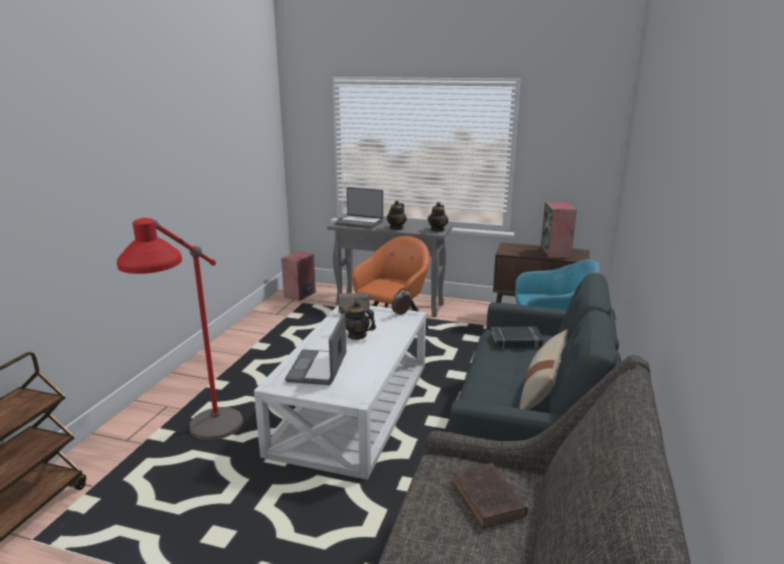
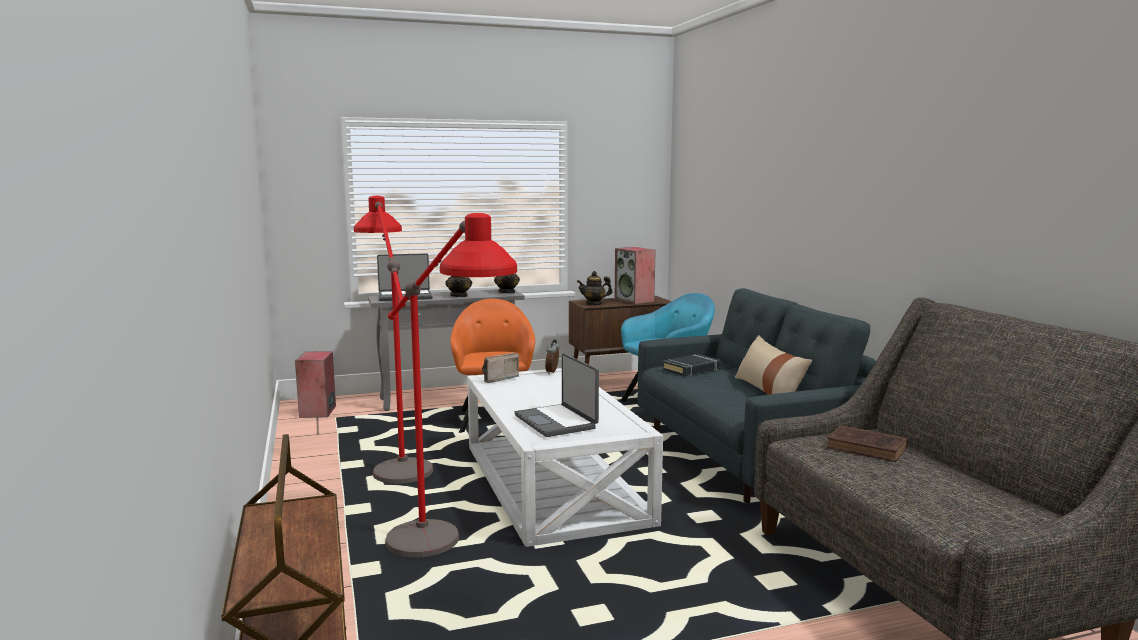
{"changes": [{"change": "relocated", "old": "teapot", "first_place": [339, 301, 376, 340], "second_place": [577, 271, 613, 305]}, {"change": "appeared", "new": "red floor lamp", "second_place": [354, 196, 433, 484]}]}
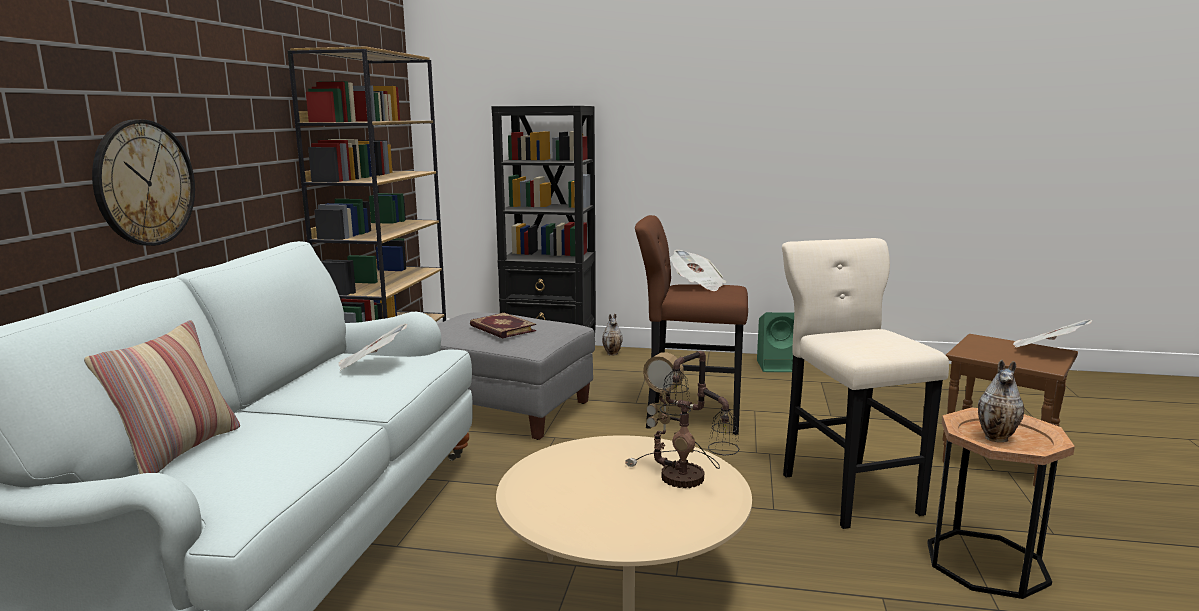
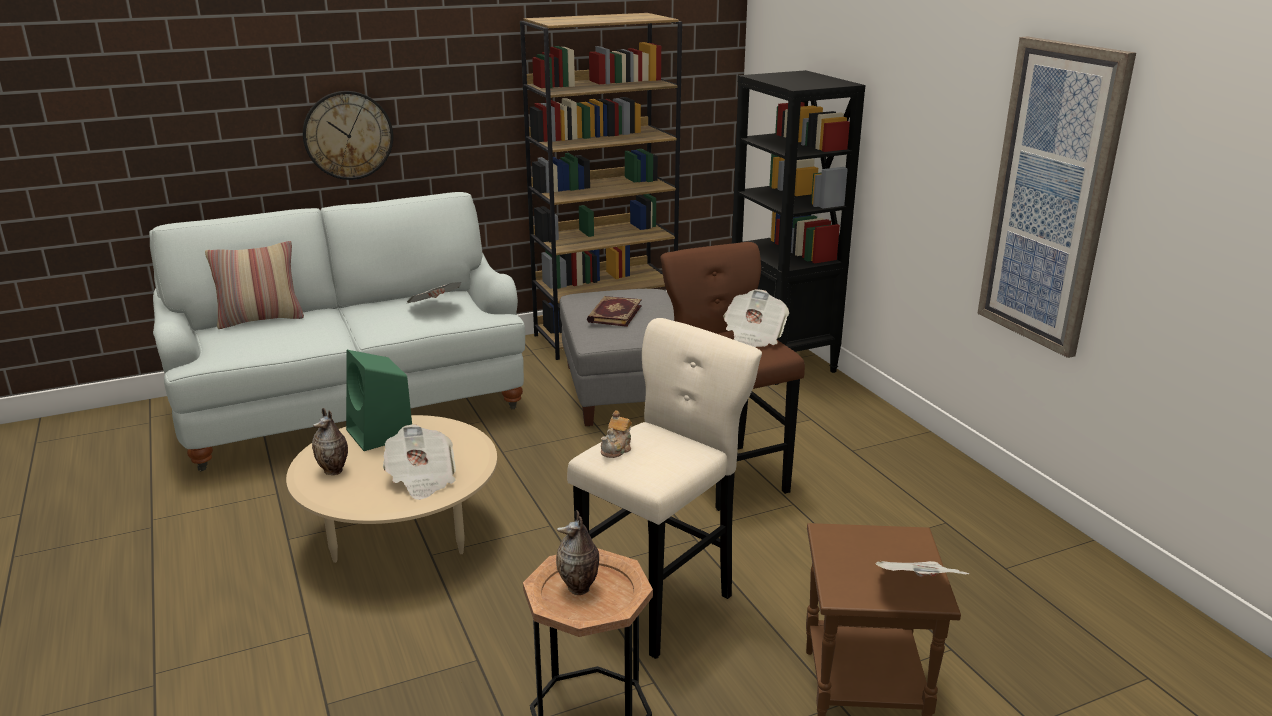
{"changes": [{"change": "relocated", "old": "green speaker", "first_place": [757, 312, 794, 372], "second_place": [346, 350, 412, 451]}, {"change": "relocated", "old": "vase", "first_place": [602, 314, 623, 356], "second_place": [312, 408, 348, 475]}, {"change": "exchanged", "old": "table lamp", "new": "newspaper", "first_place": [625, 351, 740, 488], "second_place": [383, 424, 456, 500]}, {"change": "appeared", "new": "picture", "second_place": [977, 37, 1136, 358]}, {"change": "appeared", "new": "teapot", "second_place": [601, 411, 632, 458]}]}
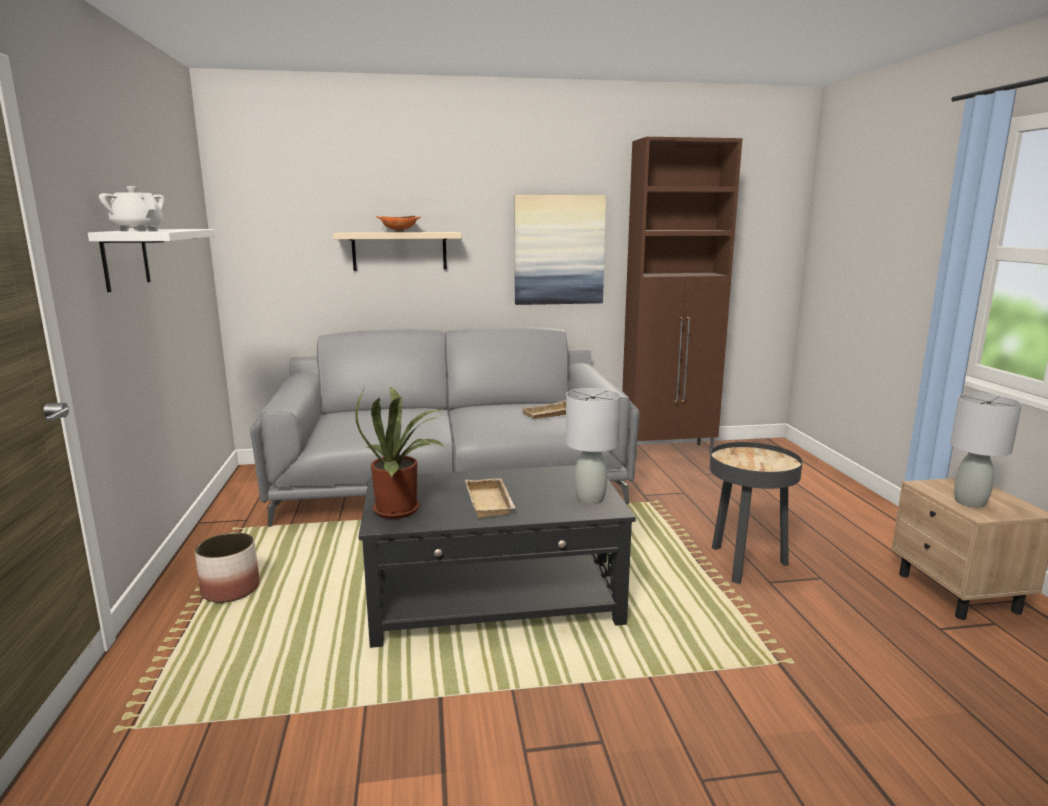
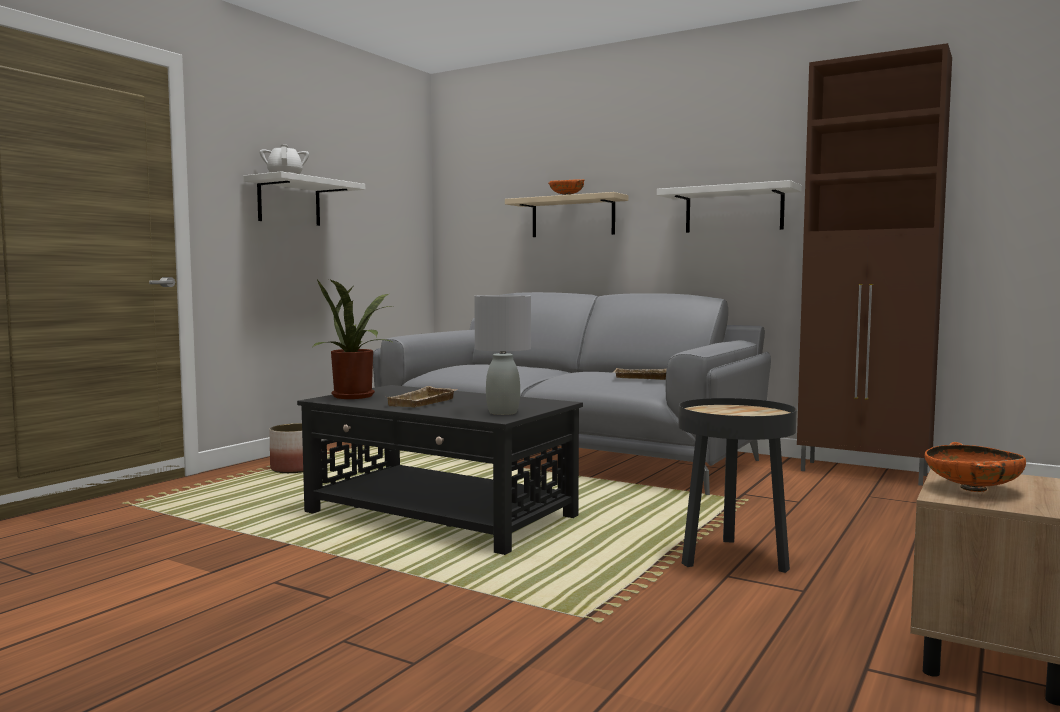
{"changes": [{"change": "exchanged", "old": "picture", "new": "white shelf", "first_place": [514, 195, 606, 305], "second_place": [657, 180, 802, 233]}, {"change": "exchanged", "old": "grey table lamp", "new": "orange bowl", "first_place": [950, 393, 1022, 508], "second_place": [925, 442, 1026, 492]}]}
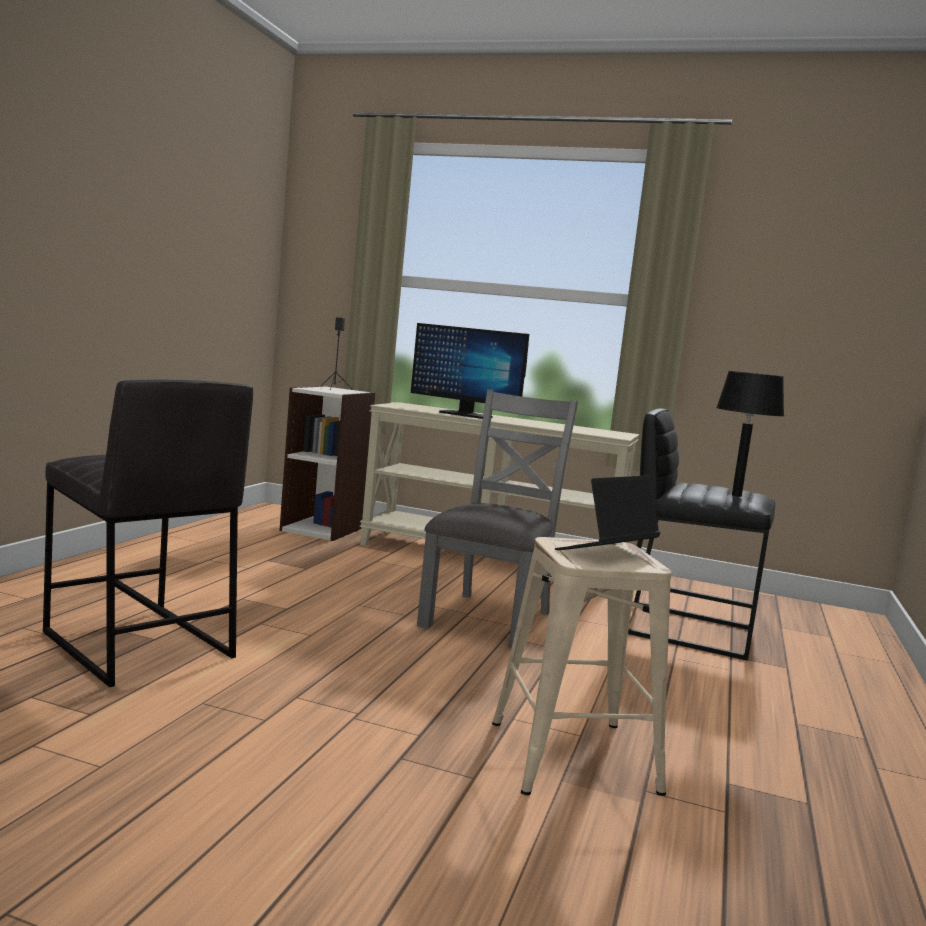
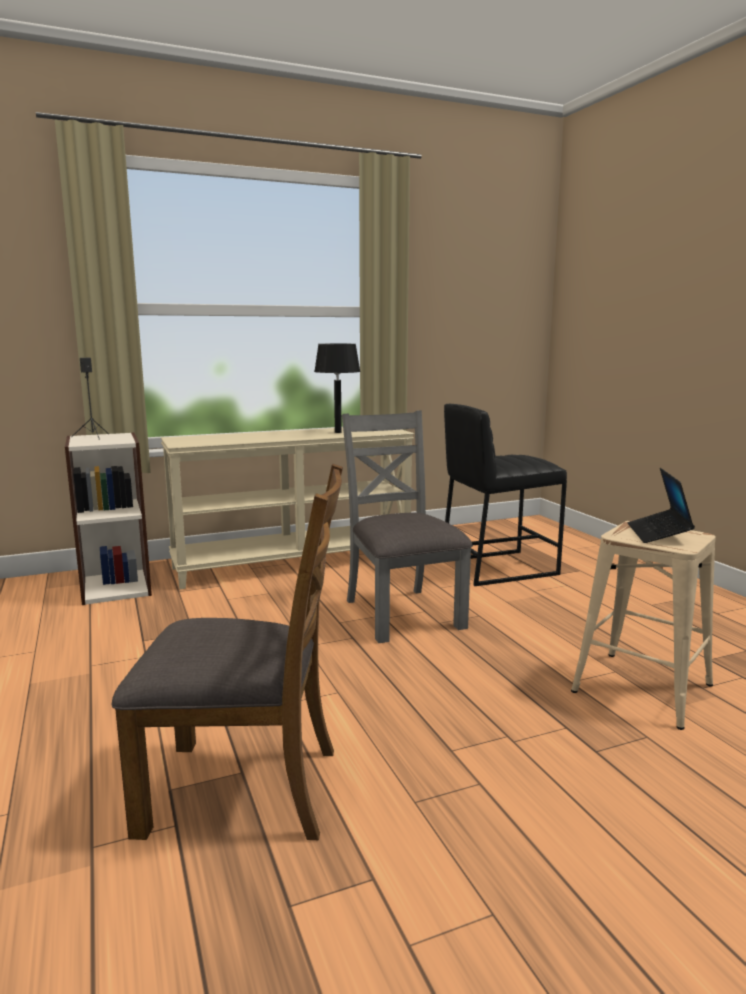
{"changes": [{"change": "missing", "old": "monitor", "first_place": [411, 323, 529, 419]}, {"change": "relocated", "old": "black table lamp", "first_place": [716, 371, 784, 497], "second_place": [314, 344, 361, 433]}, {"change": "exchanged", "old": "grey stool", "new": "brown chair", "first_place": [43, 380, 253, 687], "second_place": [111, 464, 343, 840]}]}
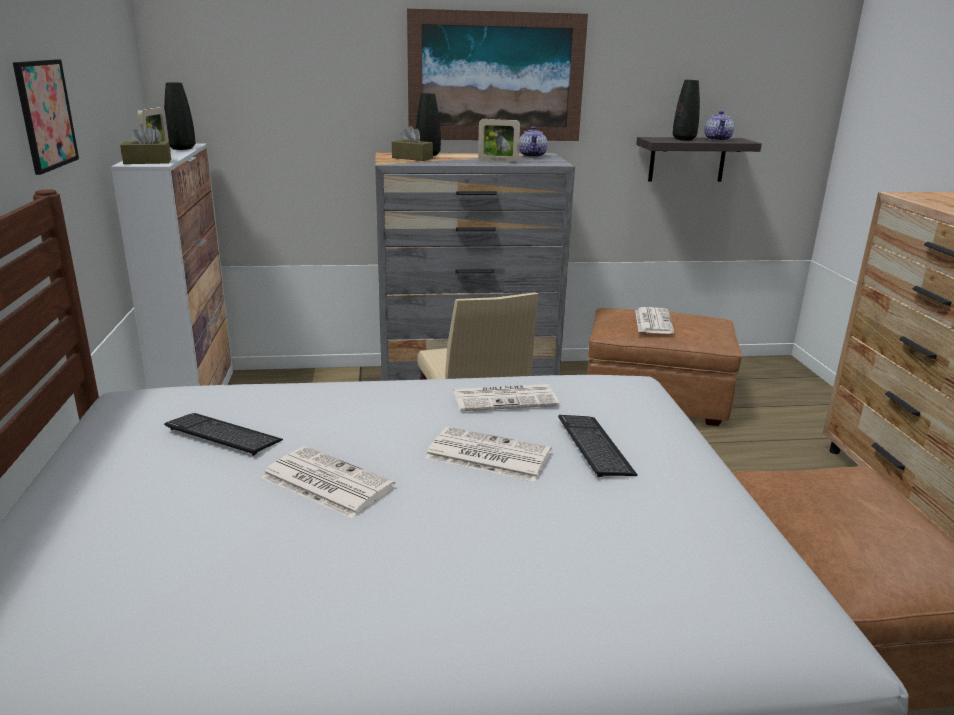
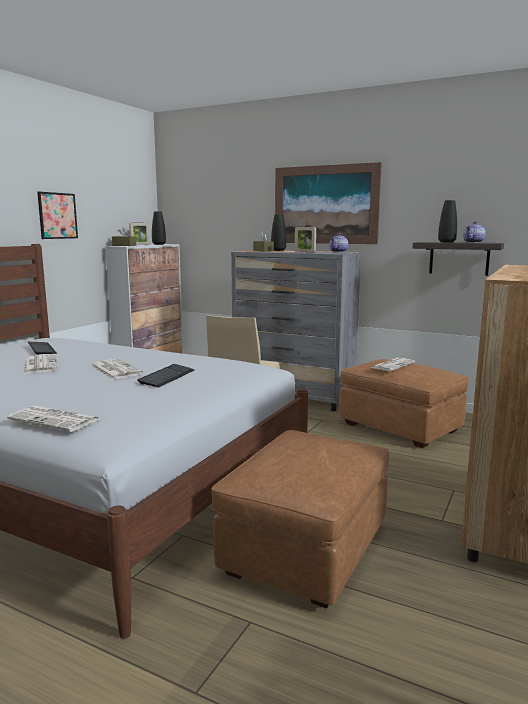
{"changes": [{"change": "relocated", "old": "newspaper", "first_place": [453, 384, 559, 411], "second_place": [7, 406, 100, 432]}]}
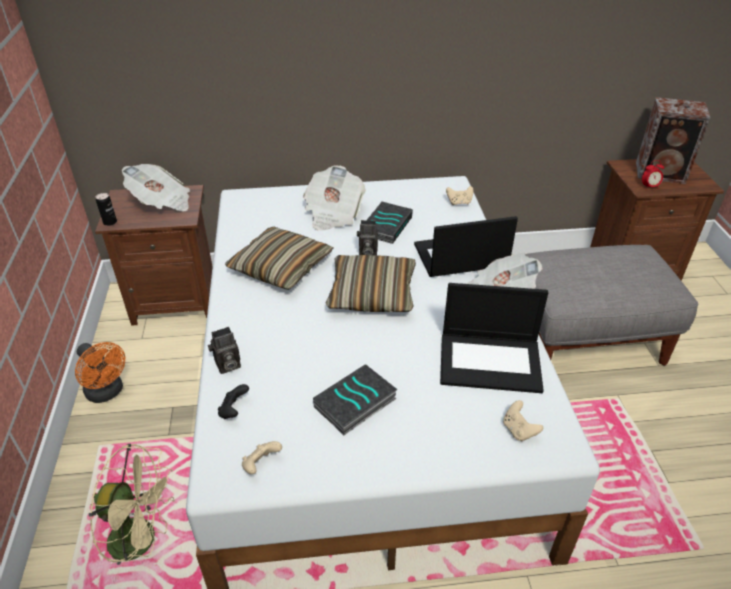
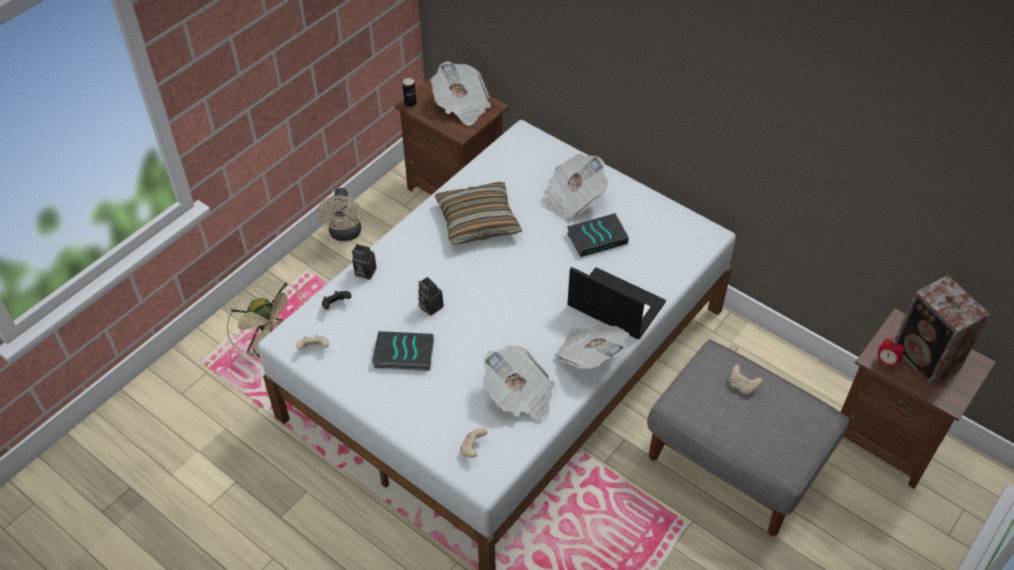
{"changes": [{"change": "relocated", "old": "beige game controller", "first_place": [446, 186, 473, 205], "second_place": [730, 365, 762, 394]}, {"change": "relocated", "old": "photo camera", "first_place": [357, 220, 378, 255], "second_place": [418, 277, 444, 316]}, {"change": "missing", "old": "pillow", "first_place": [325, 255, 416, 312]}, {"change": "exchanged", "old": "laptop", "new": "newspaper", "first_place": [440, 283, 548, 393], "second_place": [483, 345, 555, 421]}, {"change": "colour", "old": "orange fan", "new": "beige fan", "first_place": [75, 342, 125, 403], "second_place": [318, 188, 362, 241]}]}
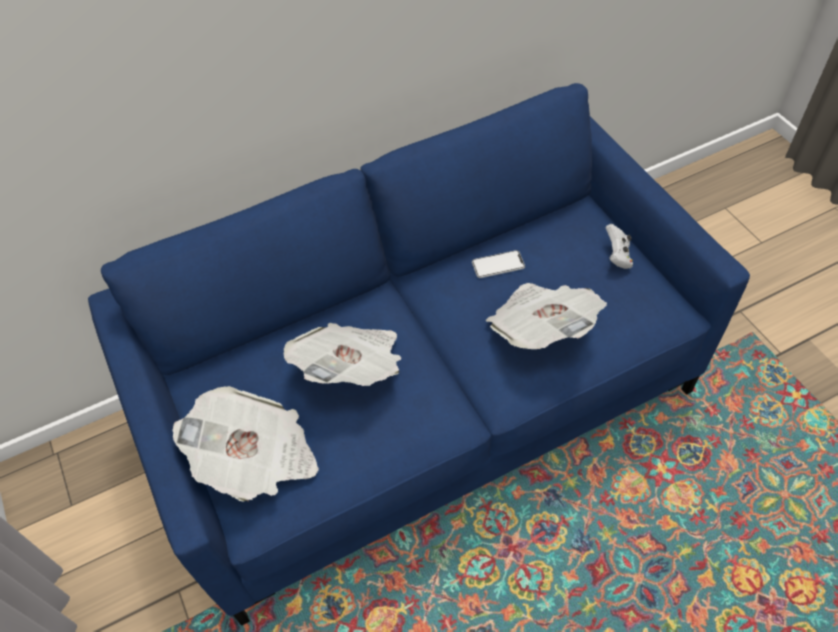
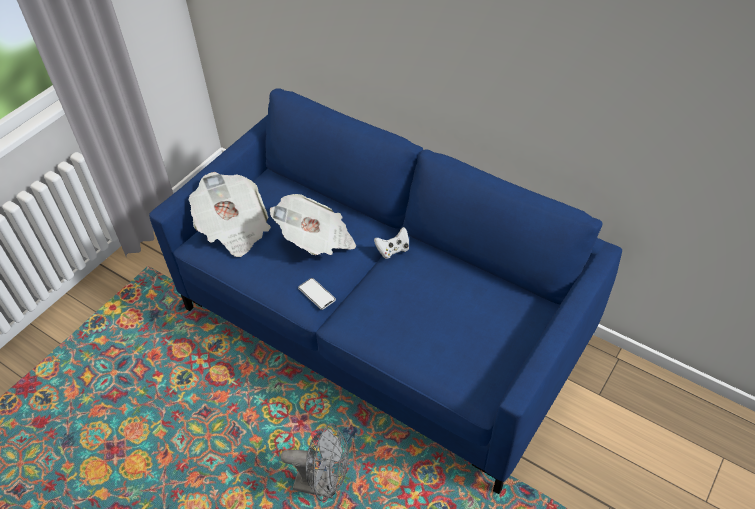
{"changes": [{"change": "relocated", "old": "white game controller", "first_place": [605, 224, 633, 269], "second_place": [374, 227, 409, 259]}, {"change": "relocated", "old": "phone", "first_place": [472, 250, 525, 278], "second_place": [298, 278, 336, 310]}, {"change": "missing", "old": "newspaper", "first_place": [486, 283, 607, 349]}, {"change": "appeared", "new": "grey fan", "second_place": [281, 423, 349, 501]}]}
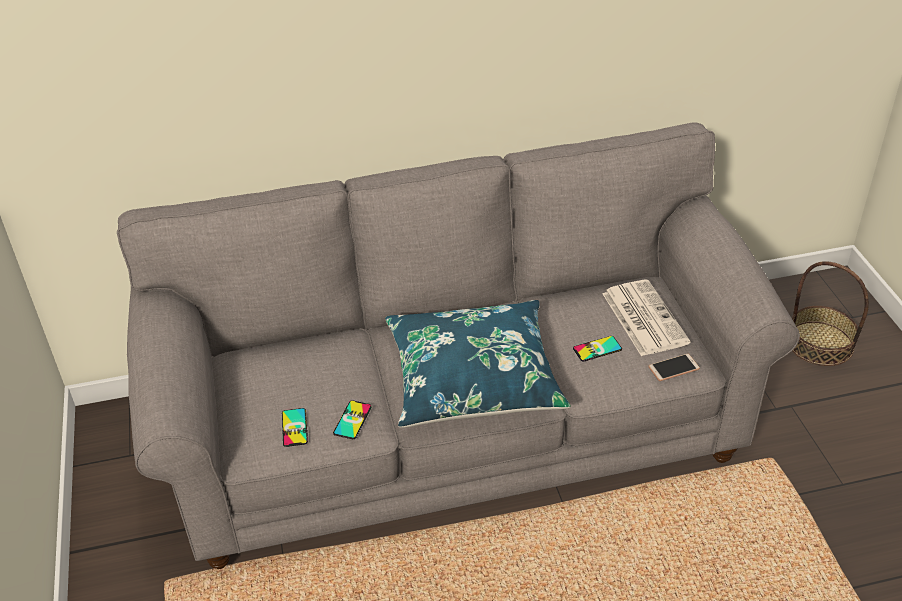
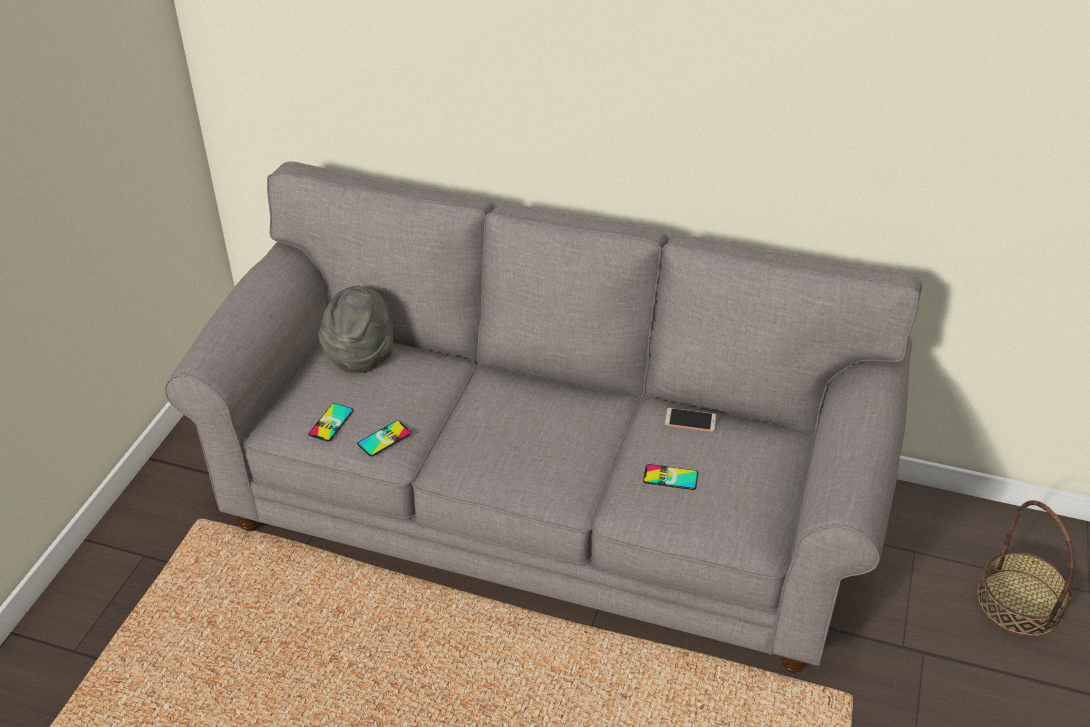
{"changes": [{"change": "missing", "old": "newspaper", "first_place": [602, 280, 690, 356]}, {"change": "missing", "old": "blue pillow", "first_place": [385, 300, 571, 428]}, {"change": "relocated", "old": "phone", "first_place": [648, 354, 700, 381], "second_place": [664, 408, 717, 432]}, {"change": "appeared", "new": "grey hat", "second_place": [318, 286, 393, 373]}]}
